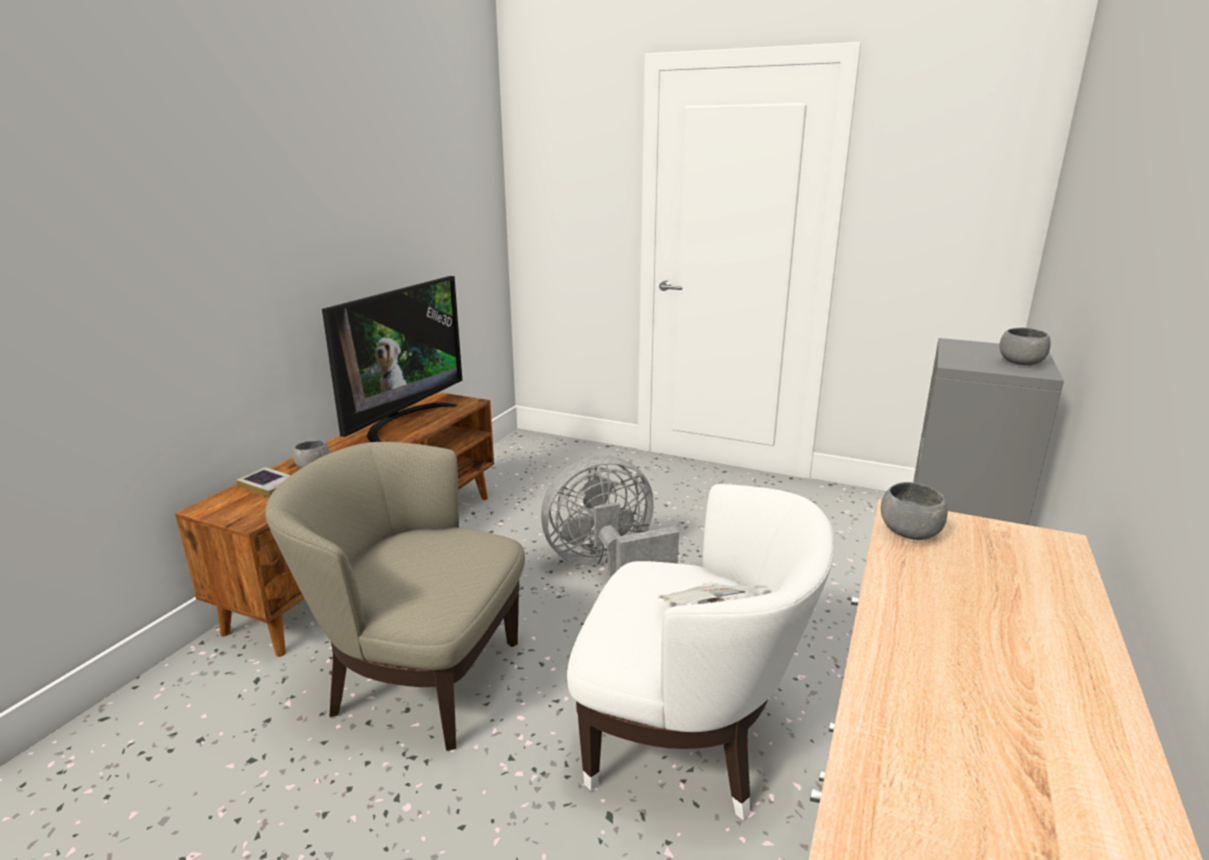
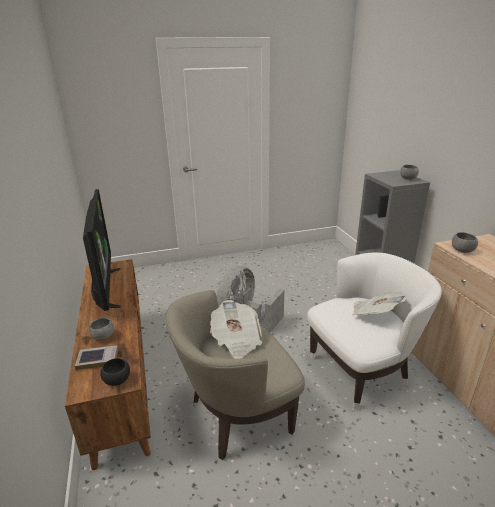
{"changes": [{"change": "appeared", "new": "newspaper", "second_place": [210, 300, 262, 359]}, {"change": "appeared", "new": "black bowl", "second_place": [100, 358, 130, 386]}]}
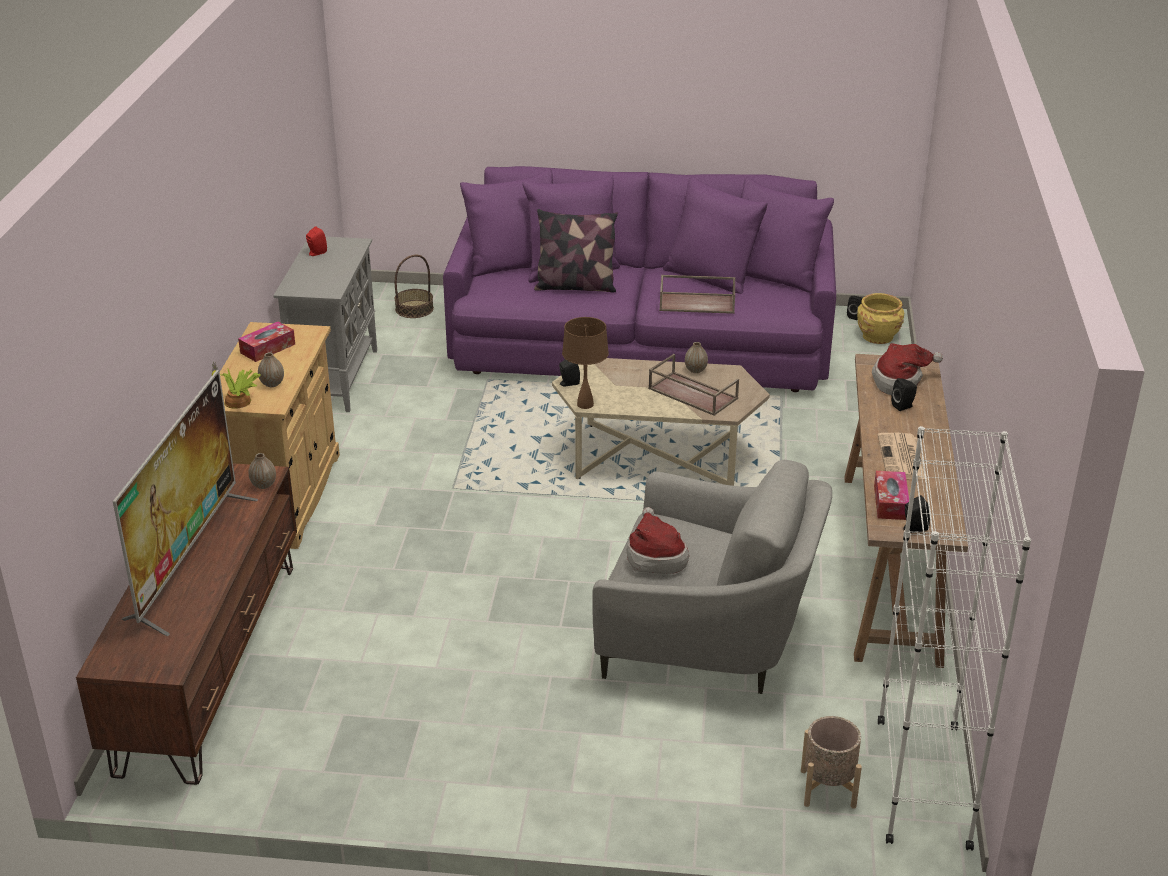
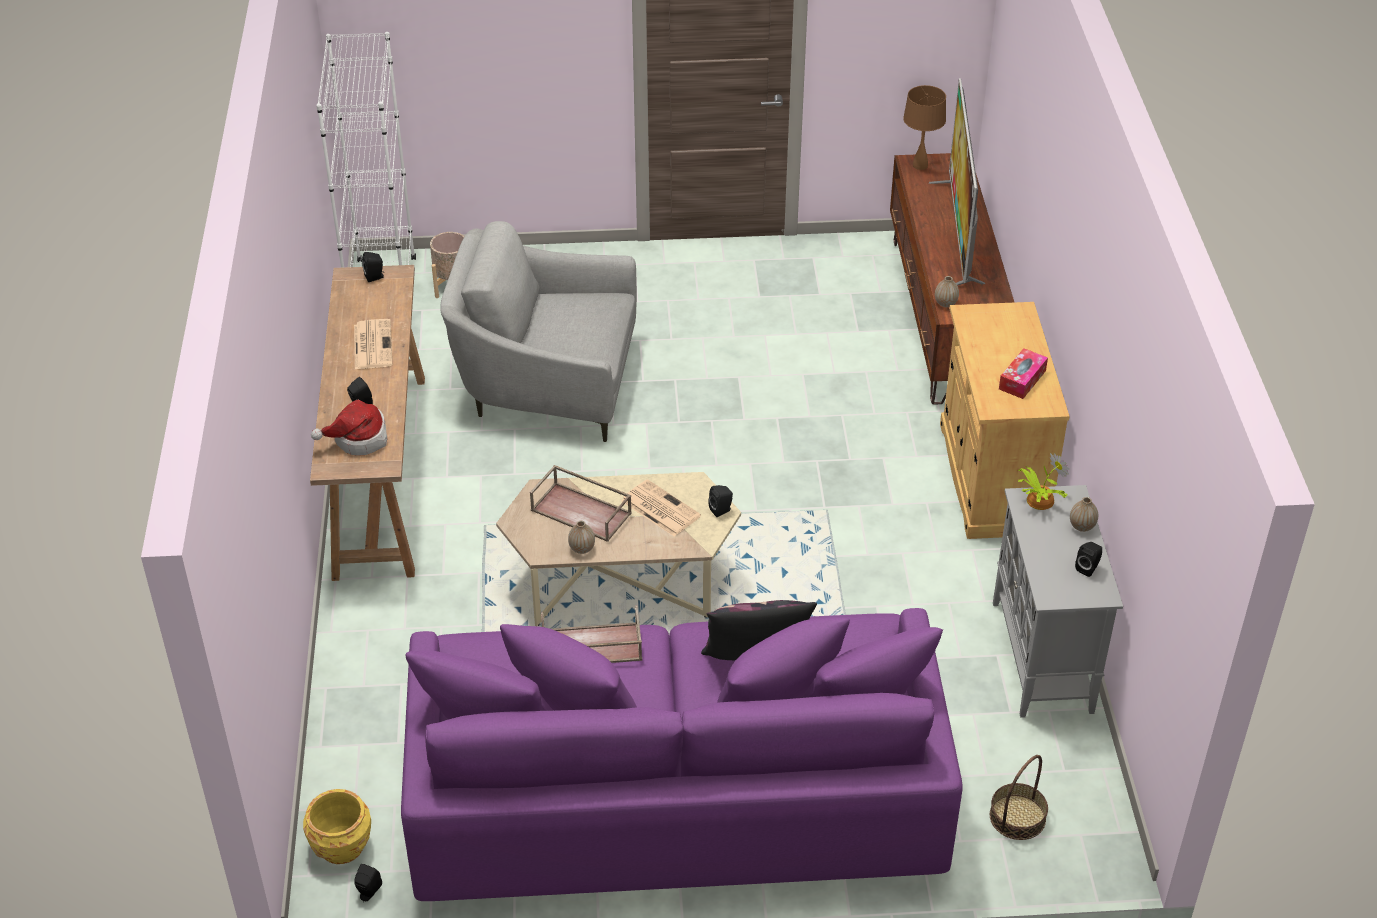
{"changes": [{"change": "colour", "old": "red speaker", "new": "black speaker", "first_place": [306, 226, 327, 256], "second_place": [1075, 542, 1102, 577]}, {"change": "relocated", "old": "brown table lamp", "first_place": [562, 317, 609, 409], "second_place": [903, 85, 946, 170]}, {"change": "relocated", "old": "vase", "first_place": [258, 353, 284, 387], "second_place": [1070, 497, 1098, 532]}, {"change": "relocated", "old": "potted plant", "first_place": [212, 362, 261, 409], "second_place": [1018, 453, 1069, 510]}, {"change": "missing", "old": "tissue box", "first_place": [874, 471, 909, 520]}, {"change": "missing", "old": "hat", "first_place": [627, 507, 689, 574]}, {"change": "appeared", "new": "newspaper", "second_place": [621, 479, 701, 536]}]}
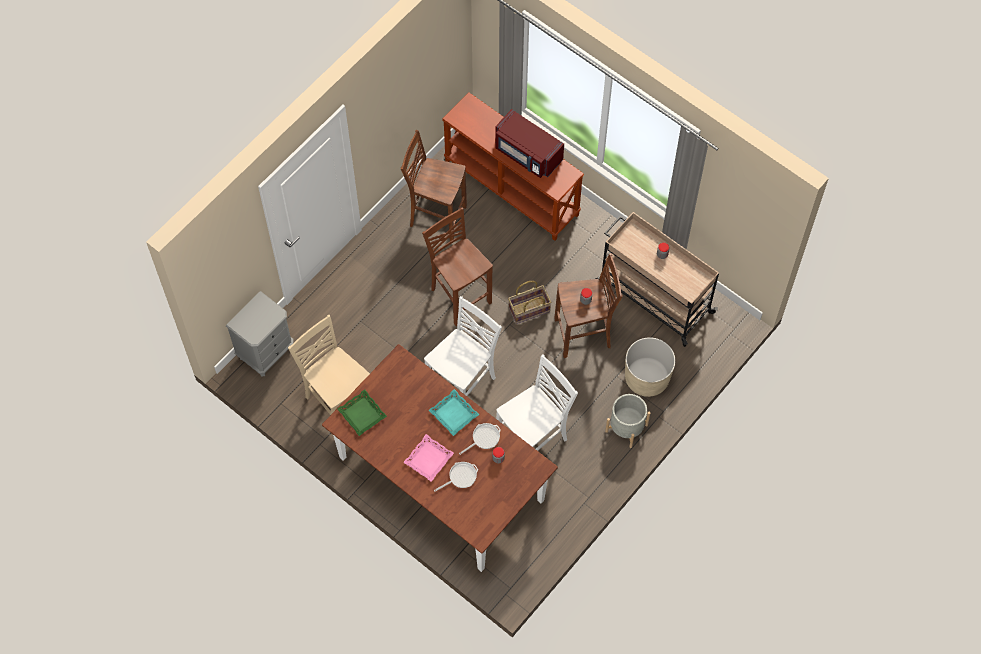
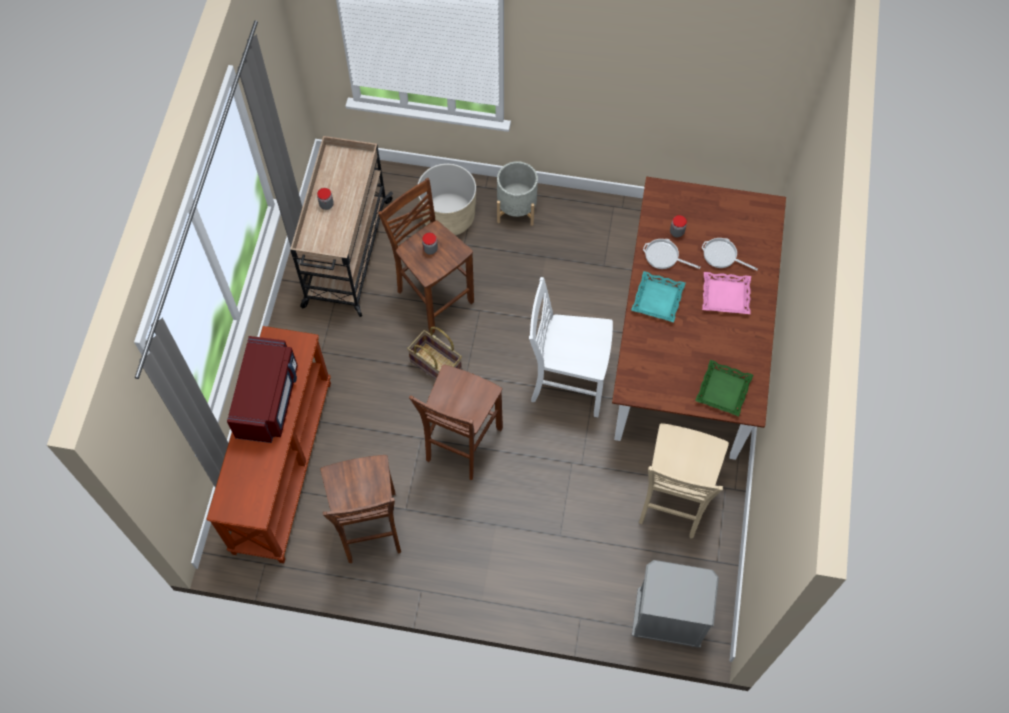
{"changes": [{"change": "missing", "old": "white chair", "first_place": [496, 354, 578, 451]}]}
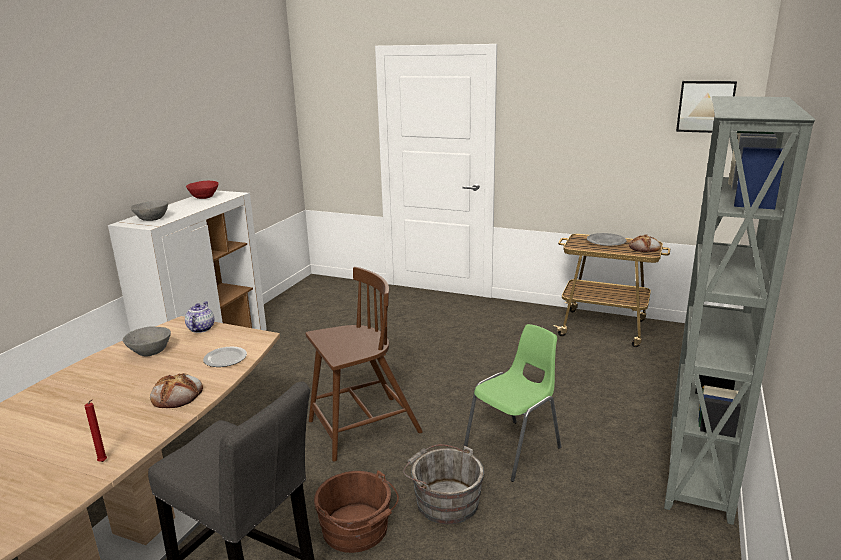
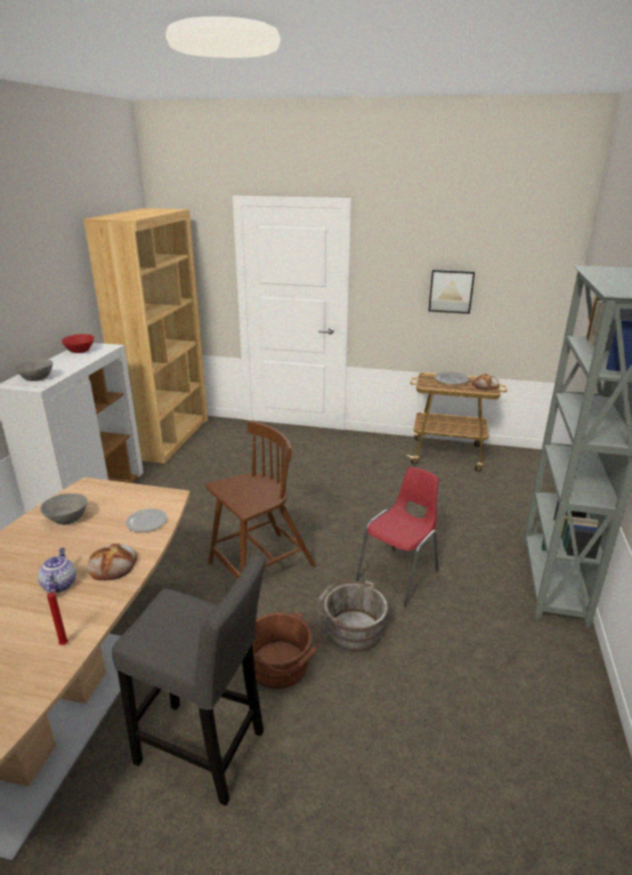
{"changes": [{"change": "relocated", "old": "picture", "first_place": [676, 81, 737, 133], "second_place": [428, 269, 475, 314]}, {"change": "relocated", "old": "teapot", "first_place": [185, 301, 214, 333], "second_place": [38, 548, 76, 594]}, {"change": "colour", "old": "green chair", "new": "red chair", "first_place": [463, 324, 561, 482], "second_place": [356, 467, 439, 607]}, {"change": "appeared", "new": "brown bookcase", "second_place": [84, 208, 208, 464]}]}
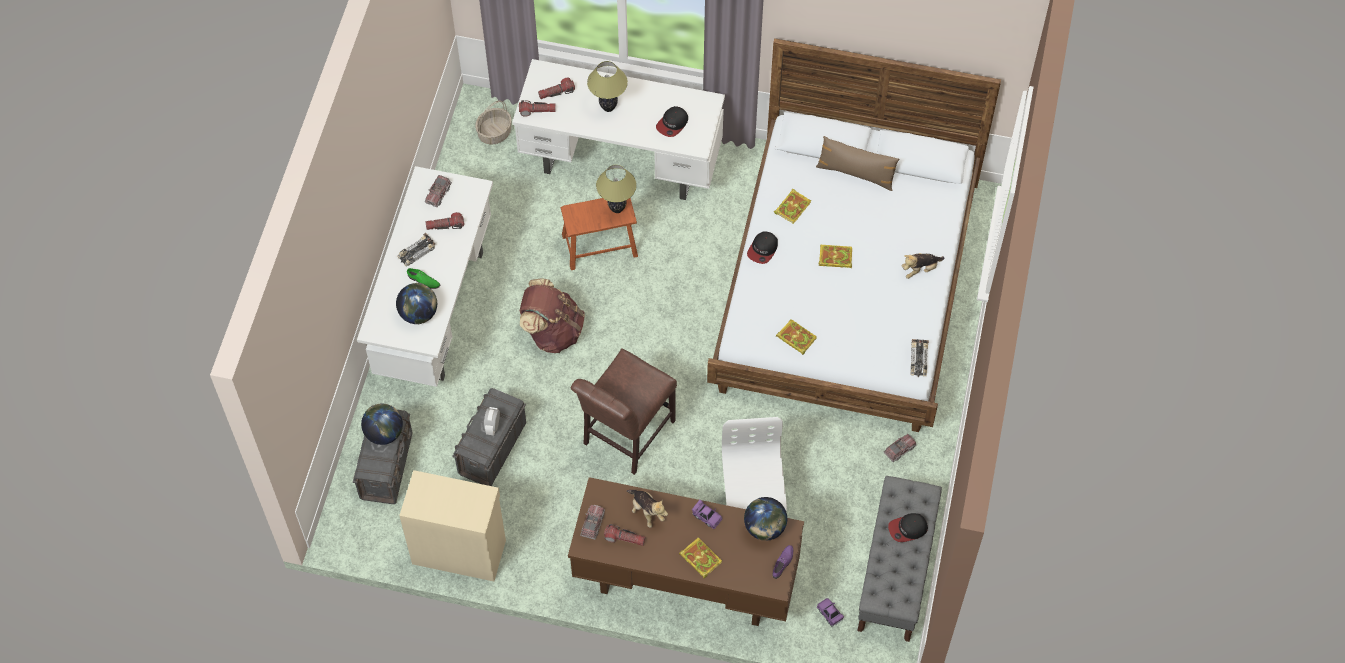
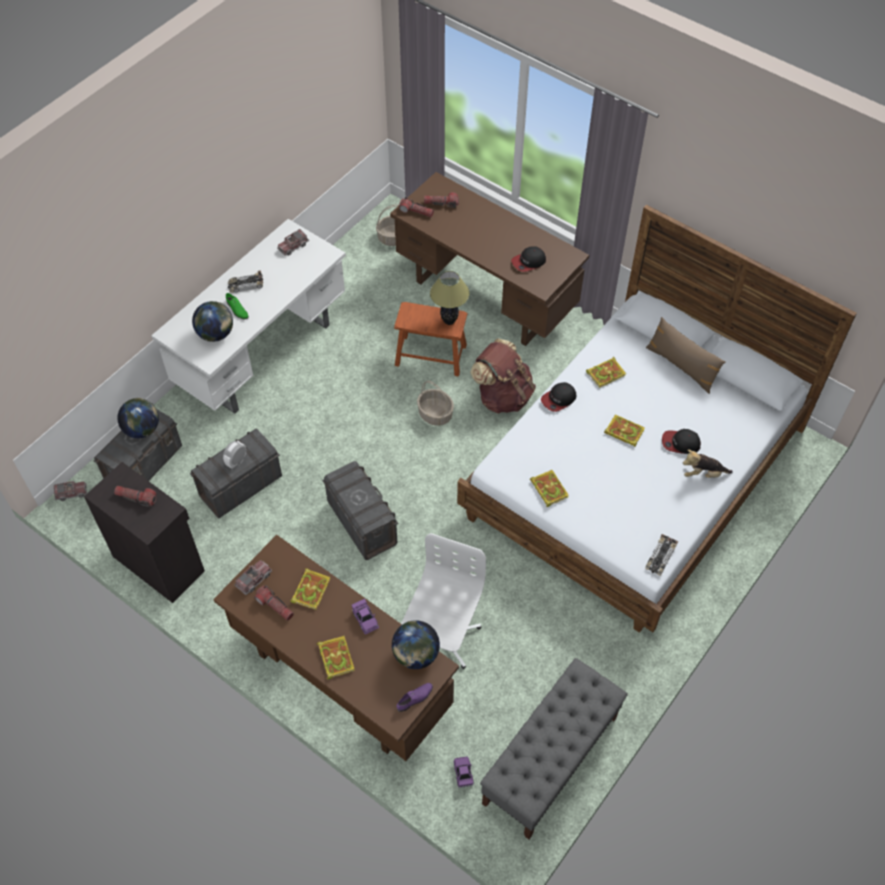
{"changes": [{"change": "colour", "old": "white desk", "new": "brown desk", "first_place": [512, 59, 725, 200], "second_place": [390, 172, 589, 346]}, {"change": "missing", "old": "table lamp", "first_place": [587, 61, 628, 112]}, {"change": "relocated", "old": "flashlight", "first_place": [426, 212, 464, 230], "second_place": [114, 486, 156, 507]}, {"change": "relocated", "old": "brown backpack", "first_place": [520, 278, 585, 353], "second_place": [470, 339, 536, 414]}, {"change": "exchanged", "old": "brown chair", "new": "grey storage box", "first_place": [571, 348, 677, 475], "second_place": [322, 461, 398, 560]}, {"change": "relocated", "old": "toy truck", "first_place": [883, 434, 916, 462], "second_place": [54, 481, 87, 501]}, {"change": "colour", "old": "beige cabinet", "new": "black cabinet", "first_place": [399, 470, 506, 581], "second_place": [84, 462, 205, 603]}, {"change": "exchanged", "old": "plush toy", "new": "book", "first_place": [626, 490, 668, 528], "second_place": [290, 568, 330, 610]}, {"change": "relocated", "old": "cap", "first_place": [888, 513, 928, 542], "second_place": [662, 429, 701, 454]}, {"change": "appeared", "new": "basket", "second_place": [417, 381, 454, 426]}]}
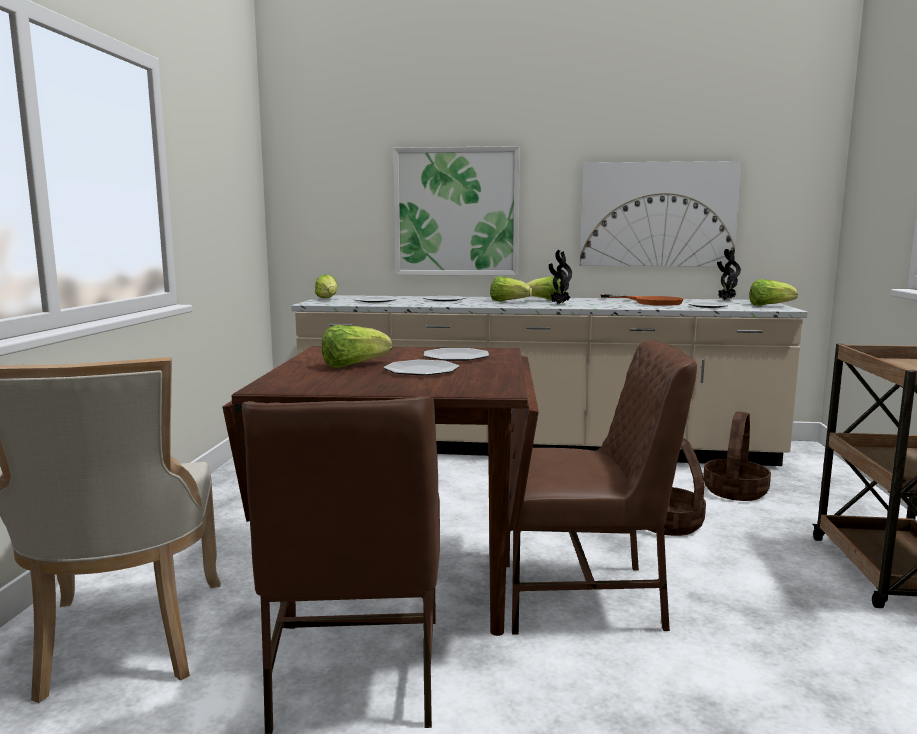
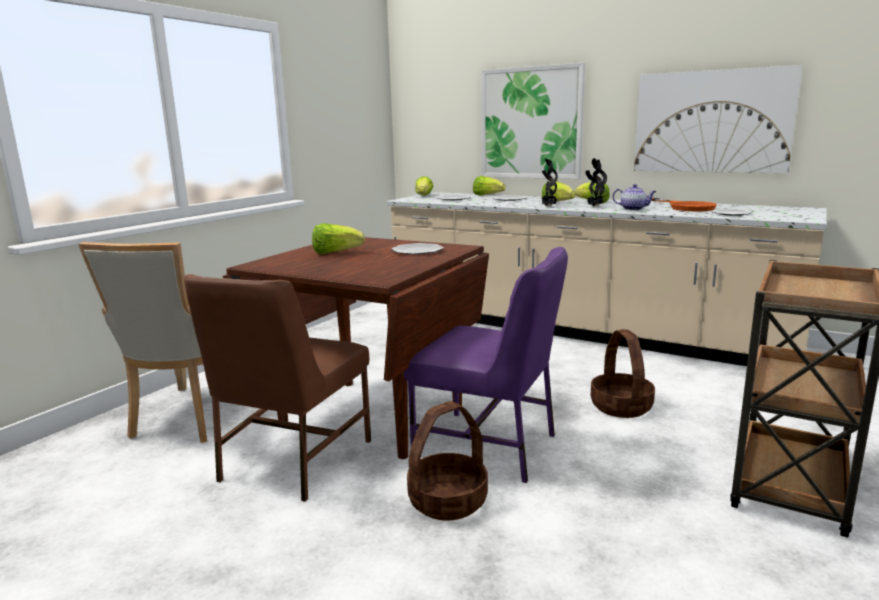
{"changes": [{"change": "relocated", "old": "potted plant", "first_place": [717, 249, 741, 300], "second_place": [541, 159, 558, 206]}, {"change": "relocated", "old": "lettuce", "first_place": [749, 279, 798, 306], "second_place": [473, 176, 505, 196]}, {"change": "colour", "old": "brown chair", "new": "purple chair", "first_place": [506, 340, 697, 634], "second_place": [404, 247, 568, 483]}, {"change": "missing", "old": "plate", "first_place": [384, 359, 460, 375]}, {"change": "relocated", "old": "basket", "first_place": [703, 412, 771, 501], "second_place": [407, 401, 488, 520]}, {"change": "appeared", "new": "teapot", "second_place": [612, 184, 656, 210]}]}
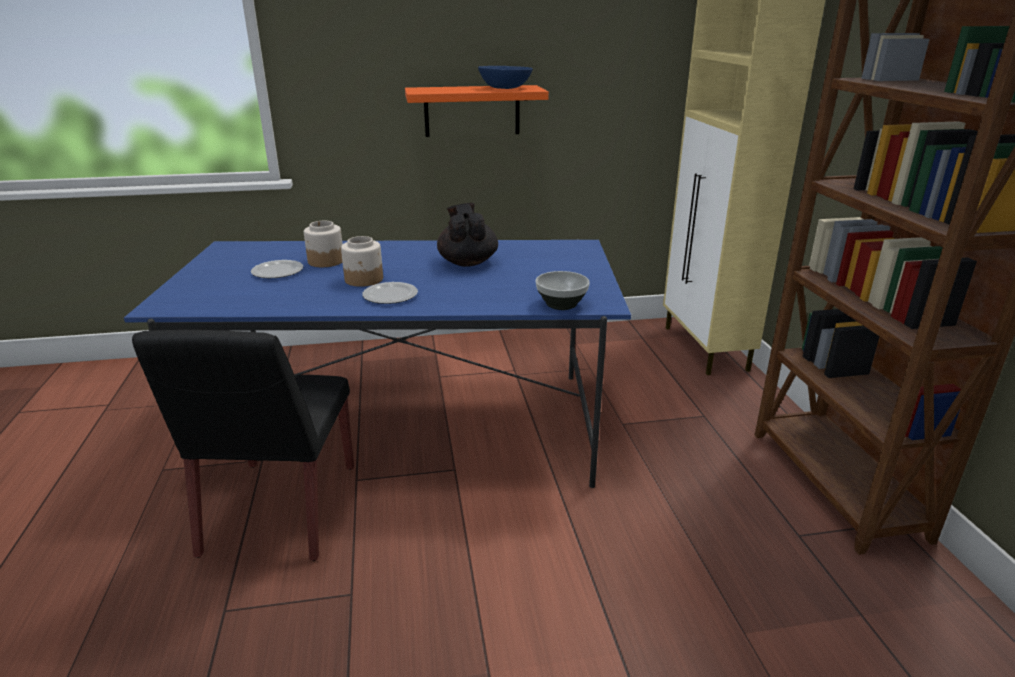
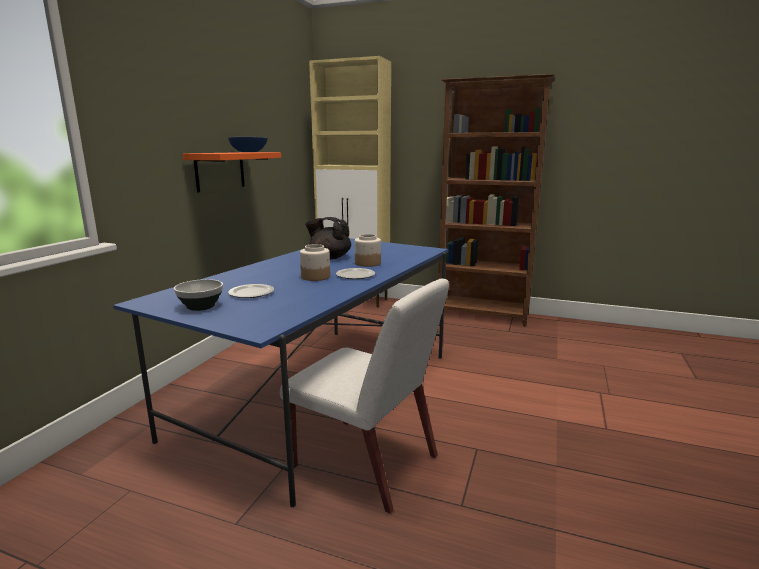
{"changes": [{"change": "relocated", "old": "jar", "first_place": [304, 221, 343, 267], "second_place": [355, 234, 381, 267]}, {"change": "relocated", "old": "bowl", "first_place": [536, 271, 590, 310], "second_place": [174, 279, 223, 311]}, {"change": "colour", "old": "black chair", "new": "white chair", "first_place": [132, 330, 354, 561], "second_place": [280, 279, 449, 514]}]}
